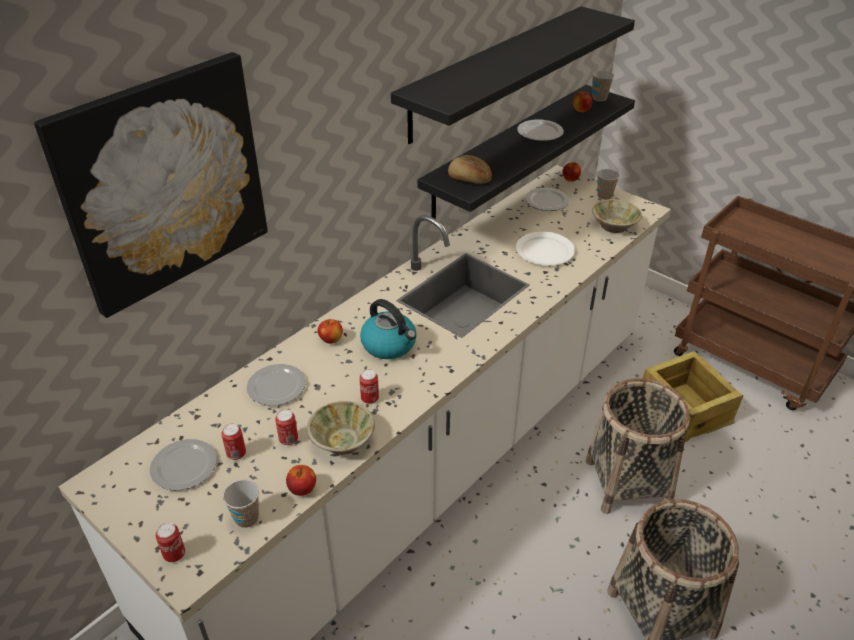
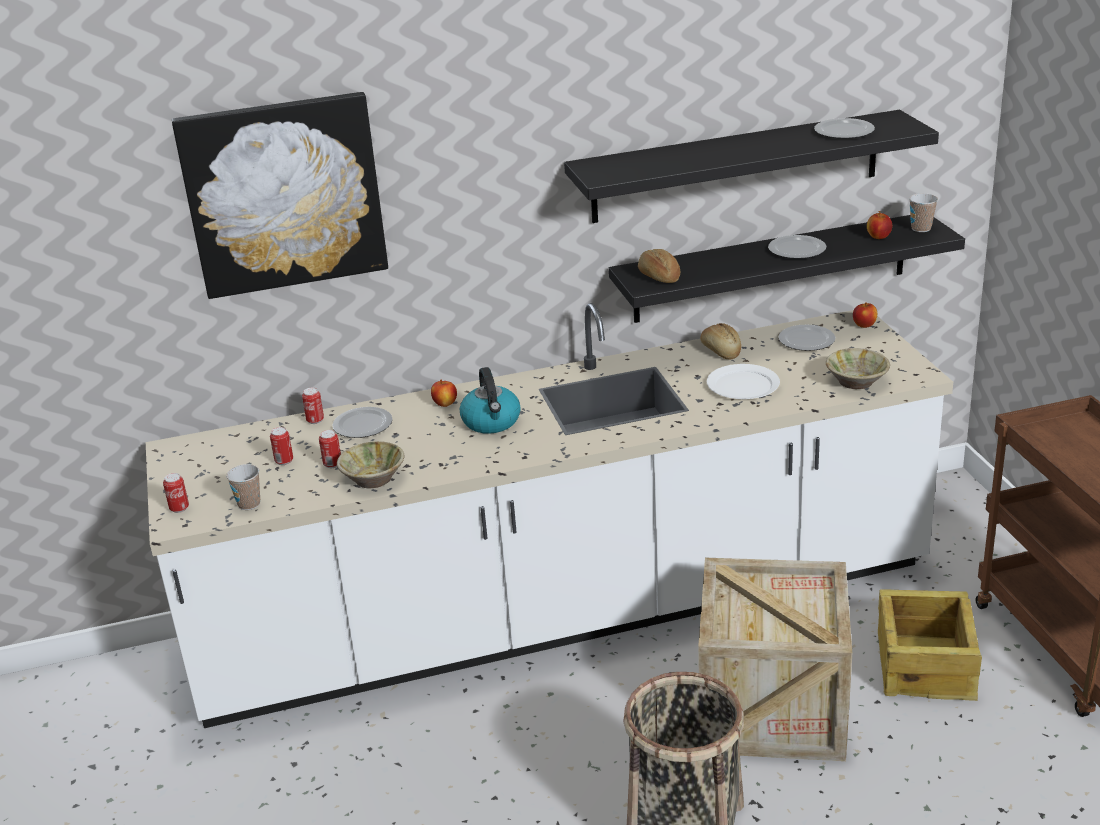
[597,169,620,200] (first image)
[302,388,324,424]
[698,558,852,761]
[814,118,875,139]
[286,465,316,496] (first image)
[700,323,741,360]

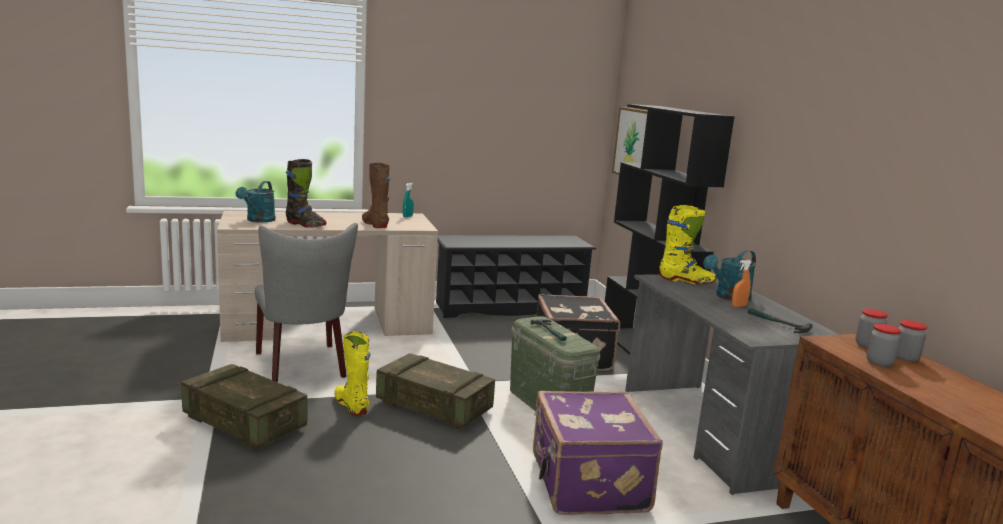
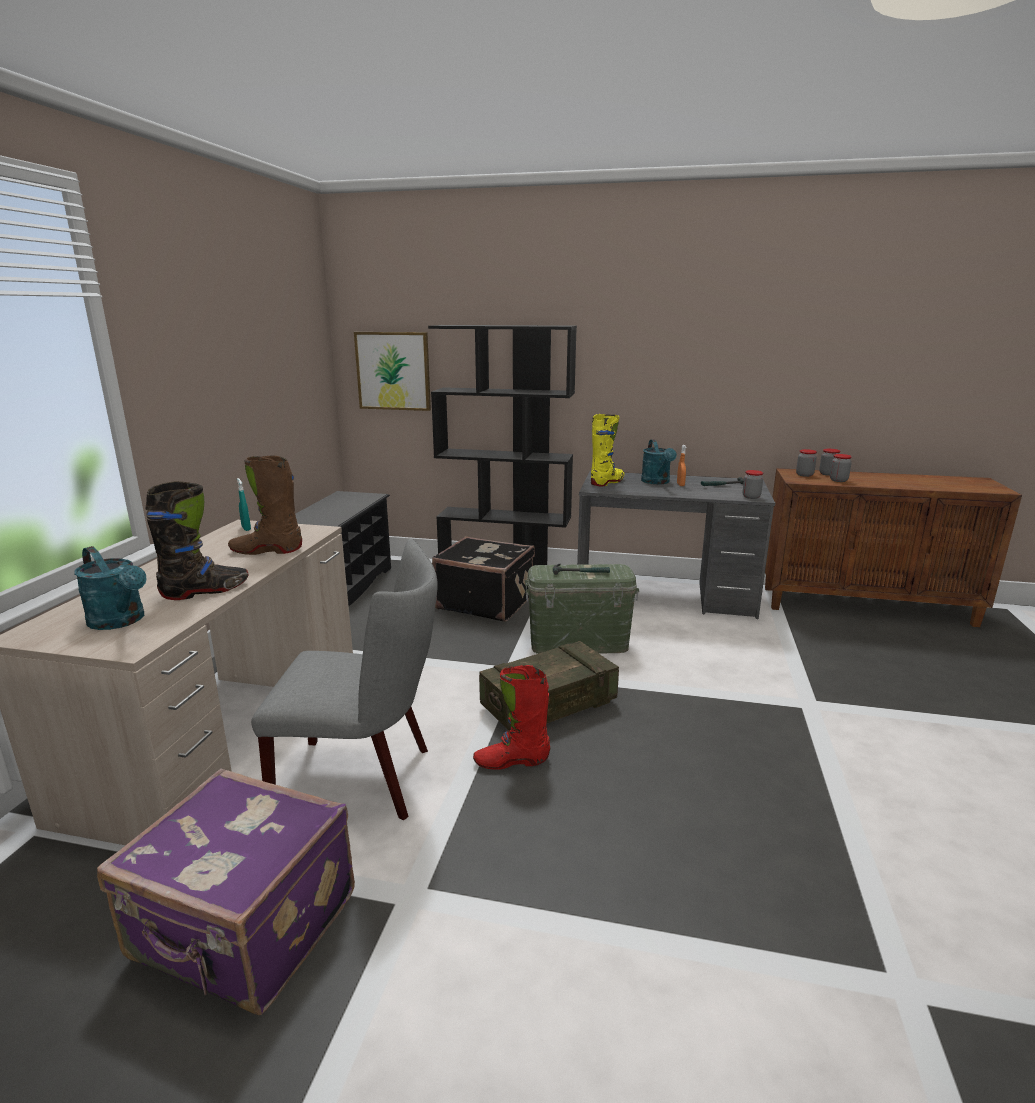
[473,665,550,770]
[181,364,308,449] (first image)
[97,769,355,1015]
[743,470,763,499]

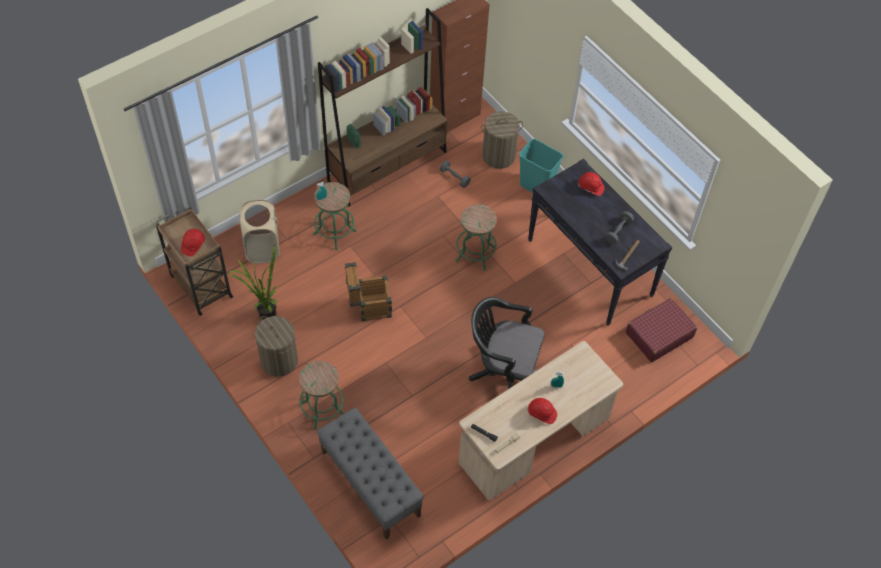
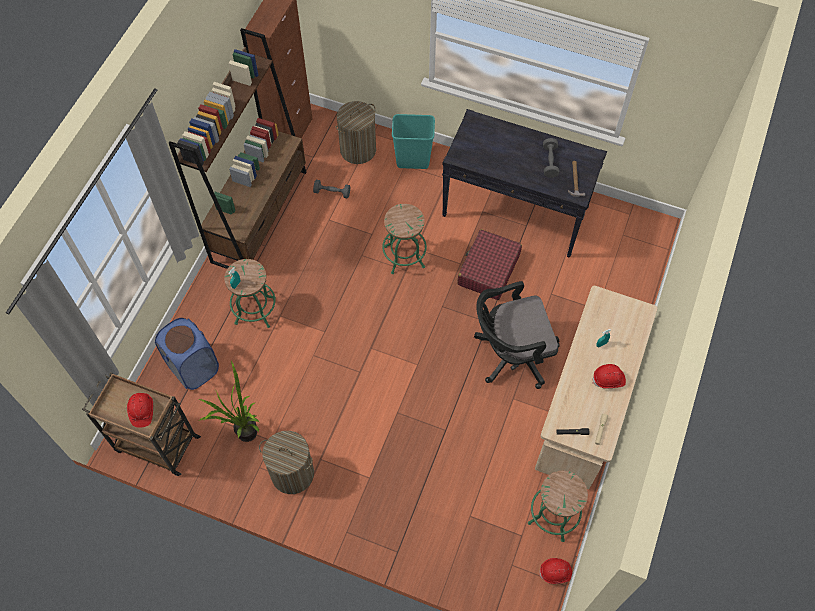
[539,558,572,584]
[155,318,219,390]
[345,262,392,321] (first image)
[457,229,522,300]
[528,471,588,542]
[317,407,424,539] (first image)

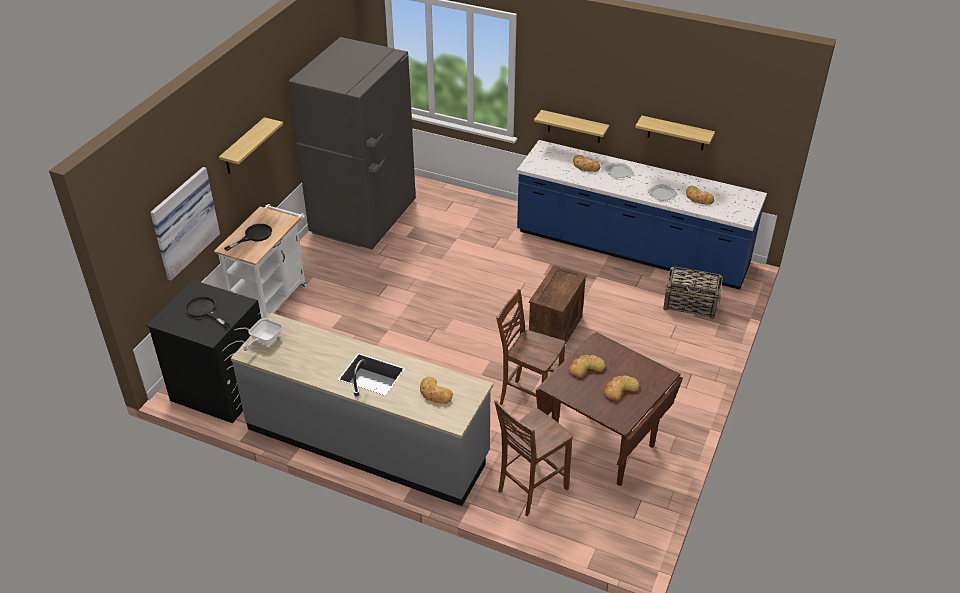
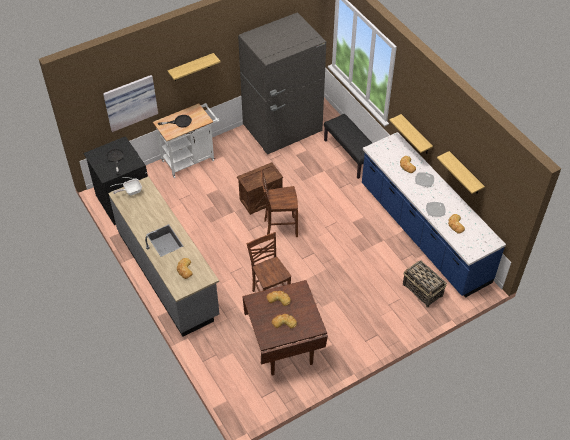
[237,162,283,215]
[261,170,298,237]
[324,114,372,179]

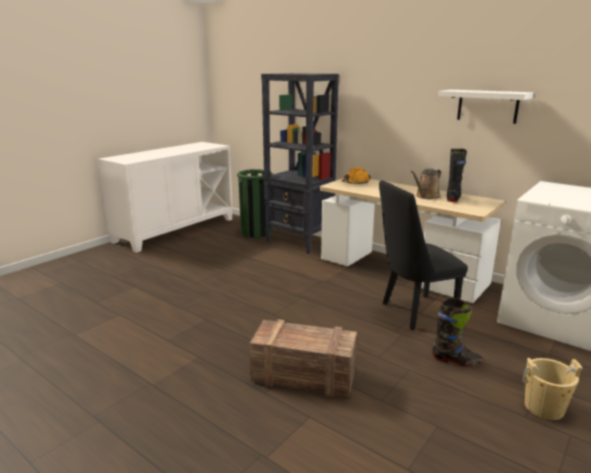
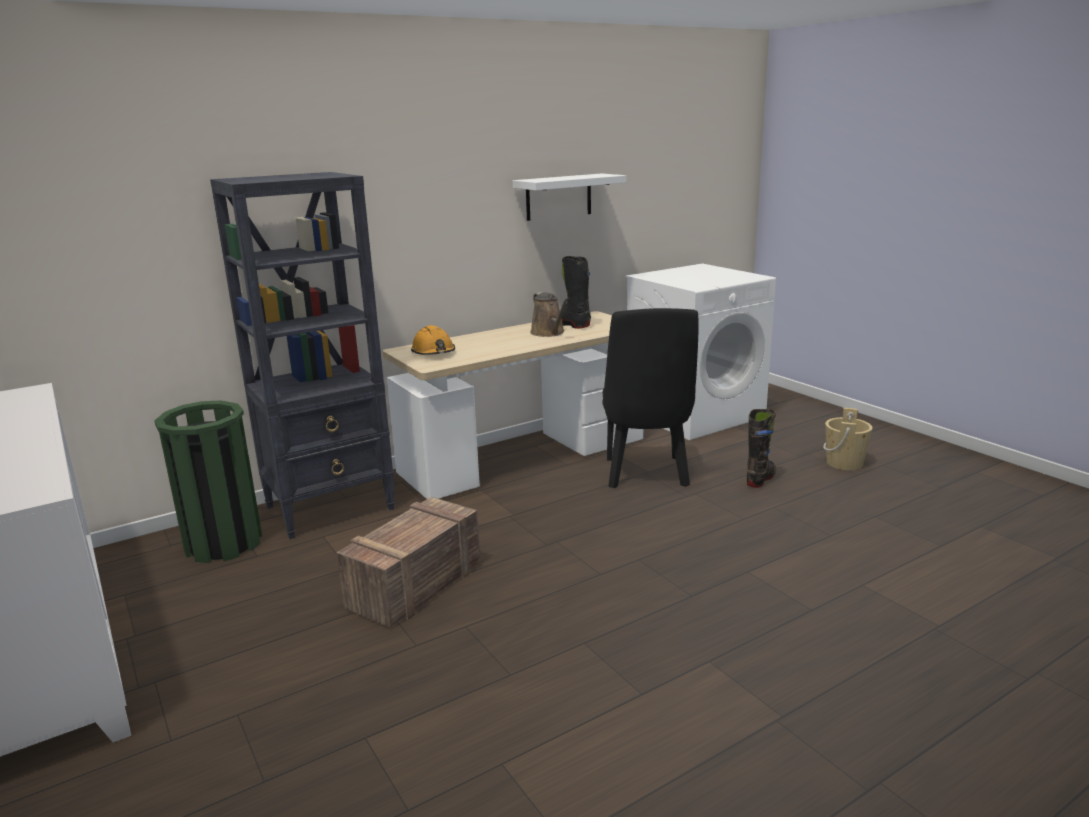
[337,497,481,628]

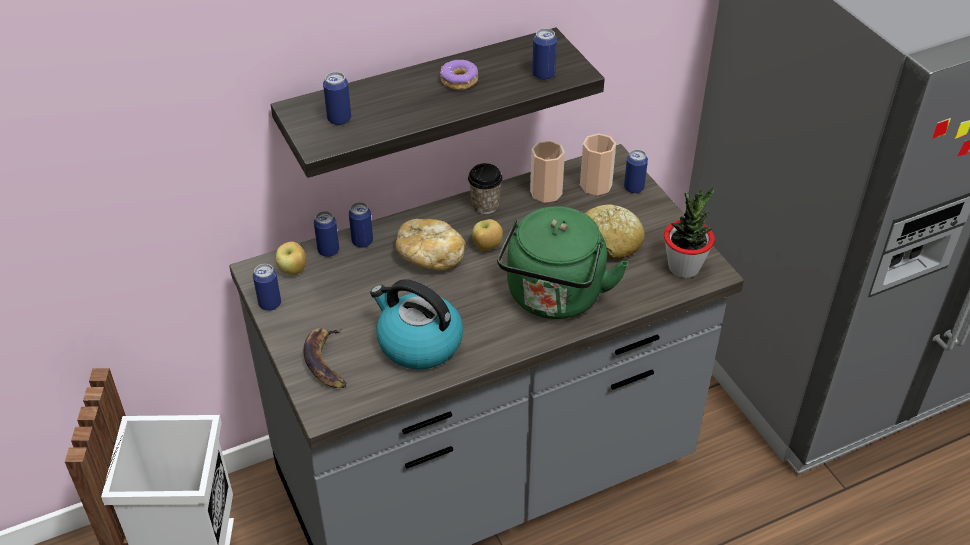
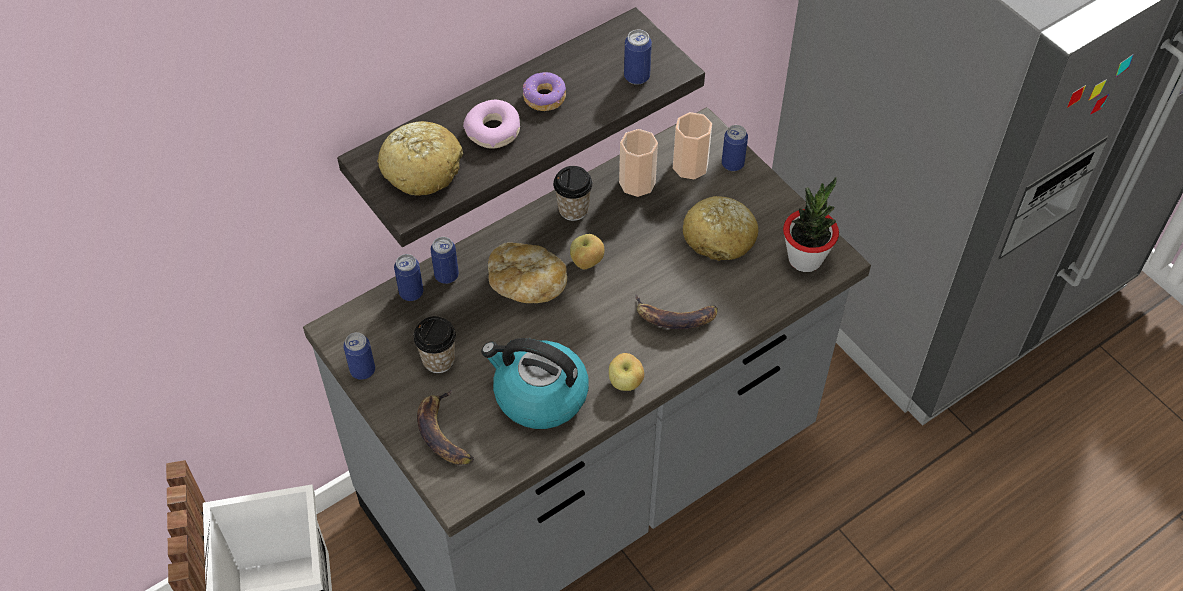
[377,121,463,196]
[635,294,718,329]
[609,353,644,391]
[463,100,520,149]
[413,316,456,373]

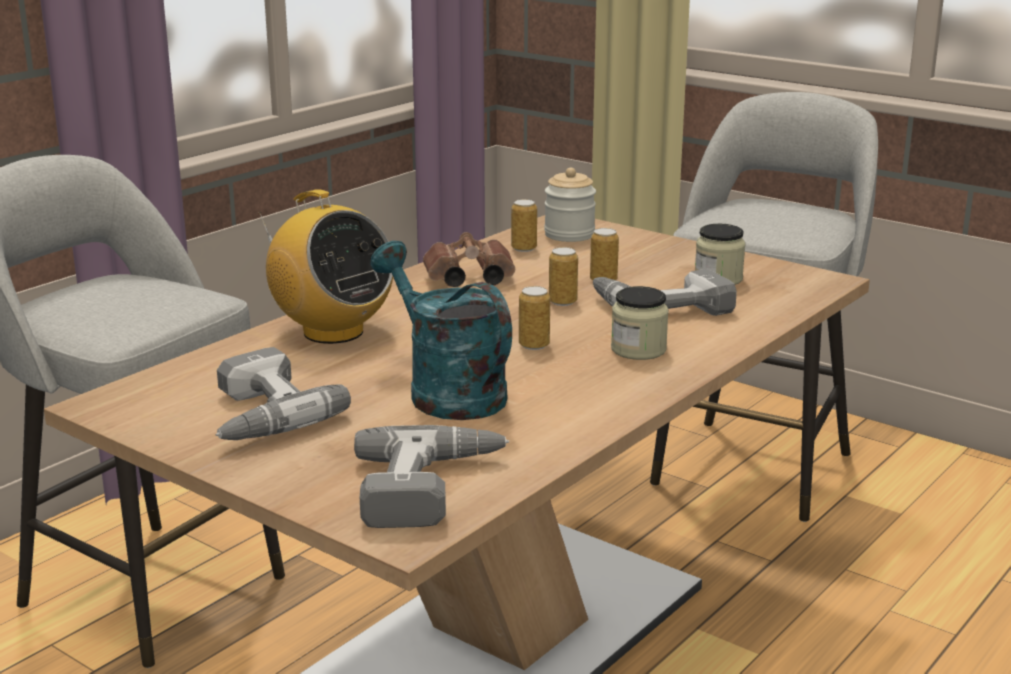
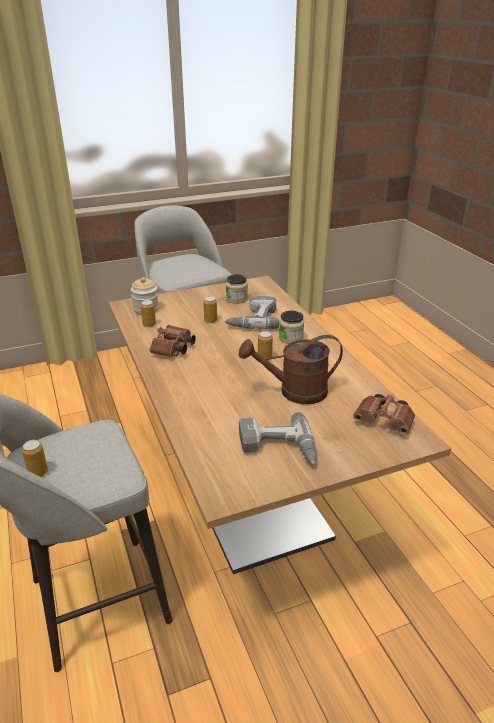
[258,189,393,344] (first image)
[239,335,343,405]
[22,440,48,477]
[353,394,415,435]

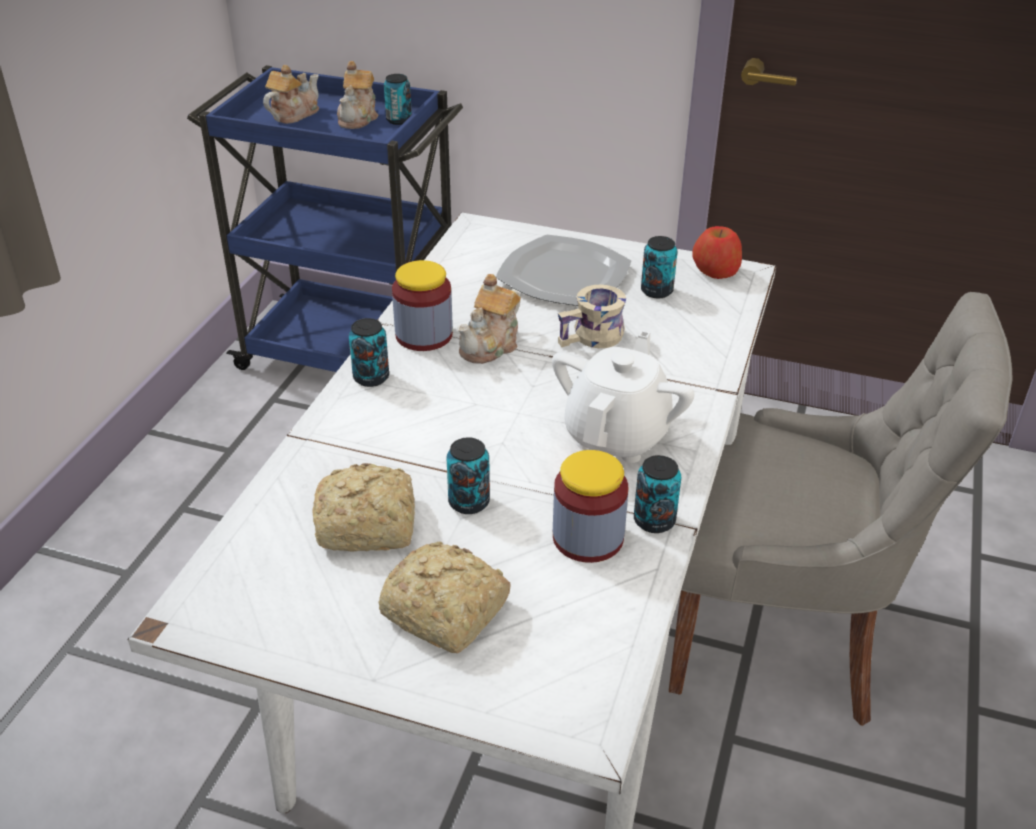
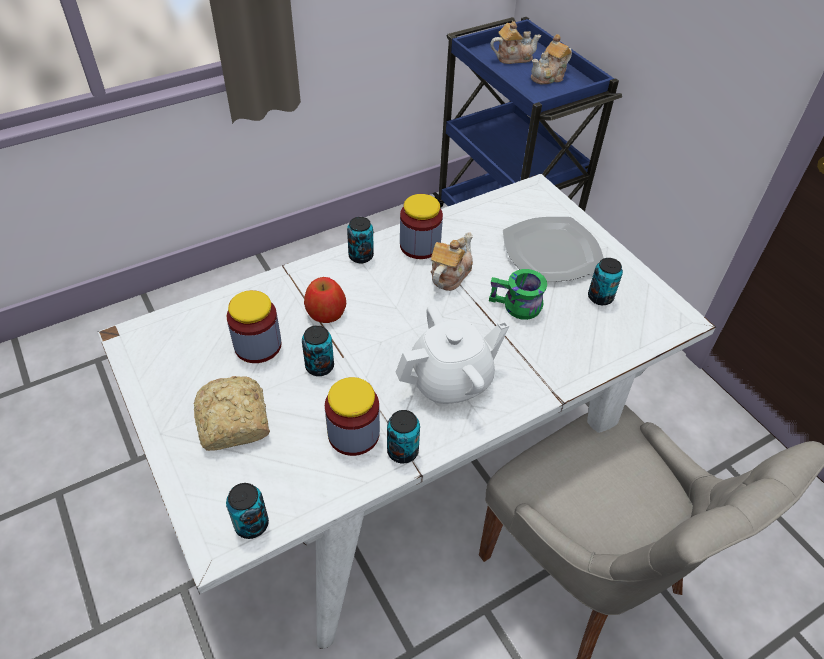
[226,483,269,539]
[304,277,346,323]
[431,233,473,291]
[489,269,547,320]
[227,290,282,363]

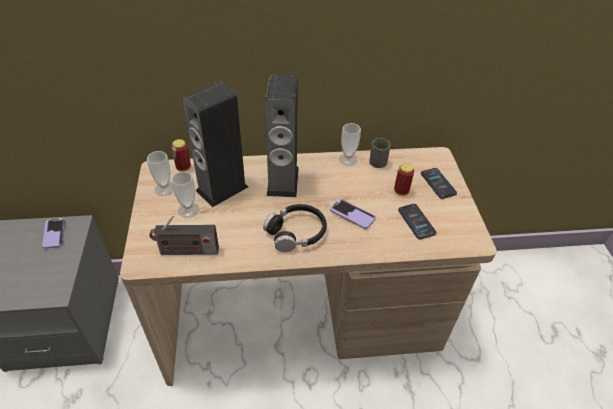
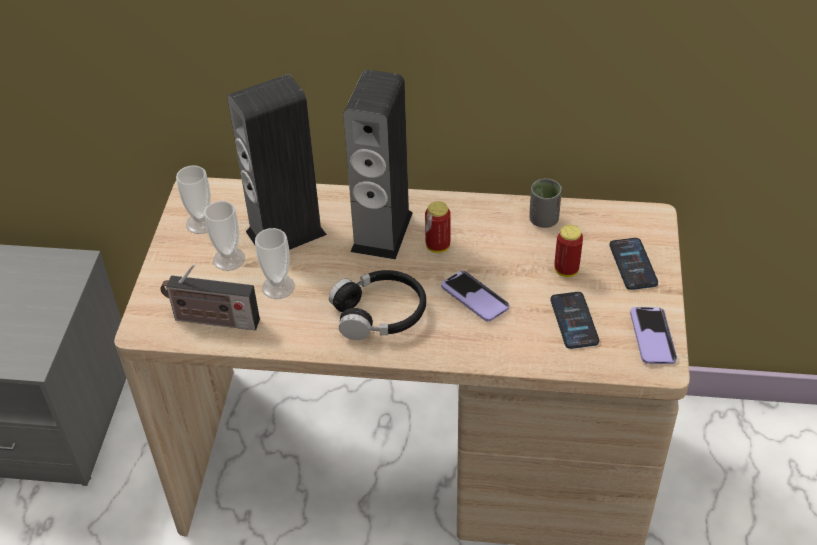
[255,228,295,299]
[425,201,451,253]
[630,307,677,364]

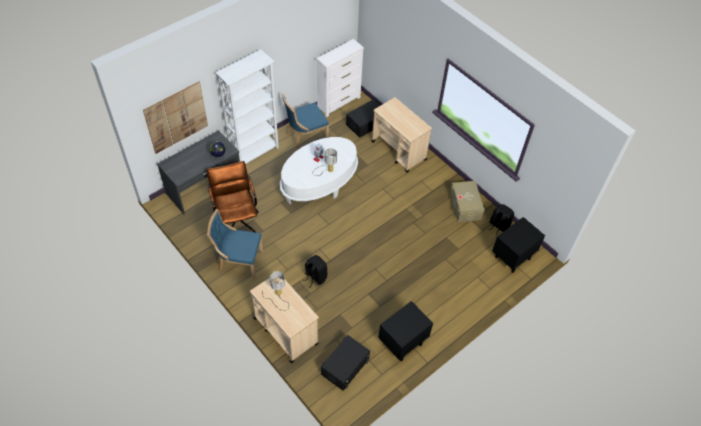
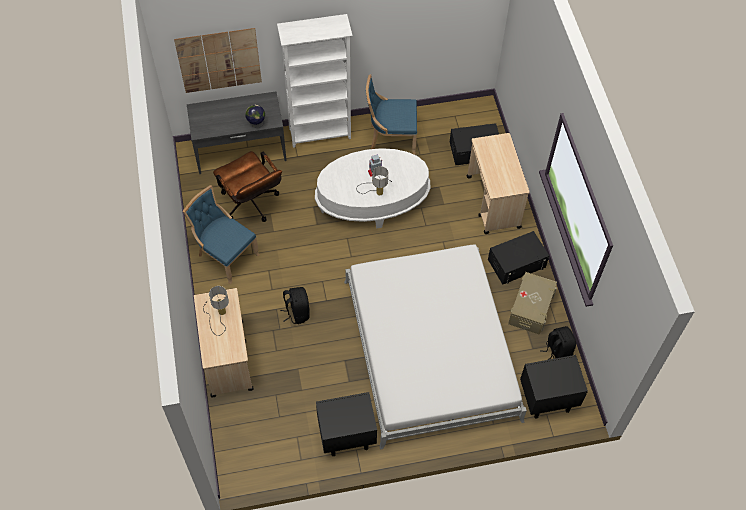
[317,39,364,117] (first image)
[213,151,282,222]
[488,231,549,285]
[344,244,527,450]

